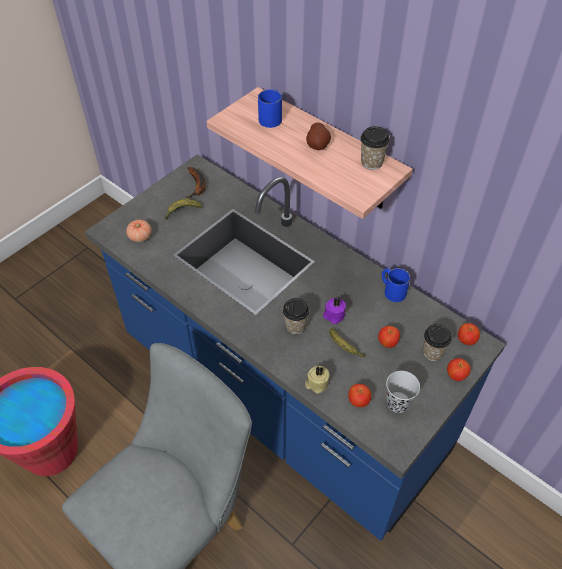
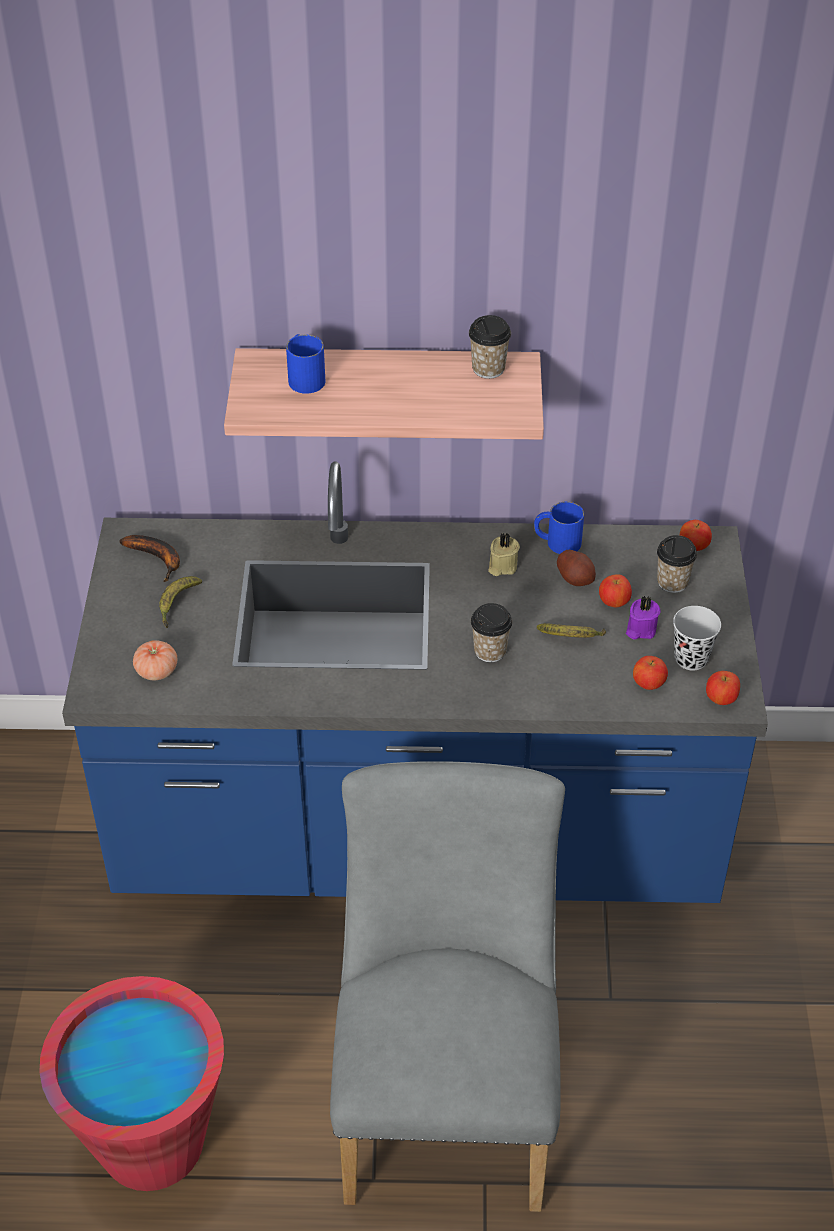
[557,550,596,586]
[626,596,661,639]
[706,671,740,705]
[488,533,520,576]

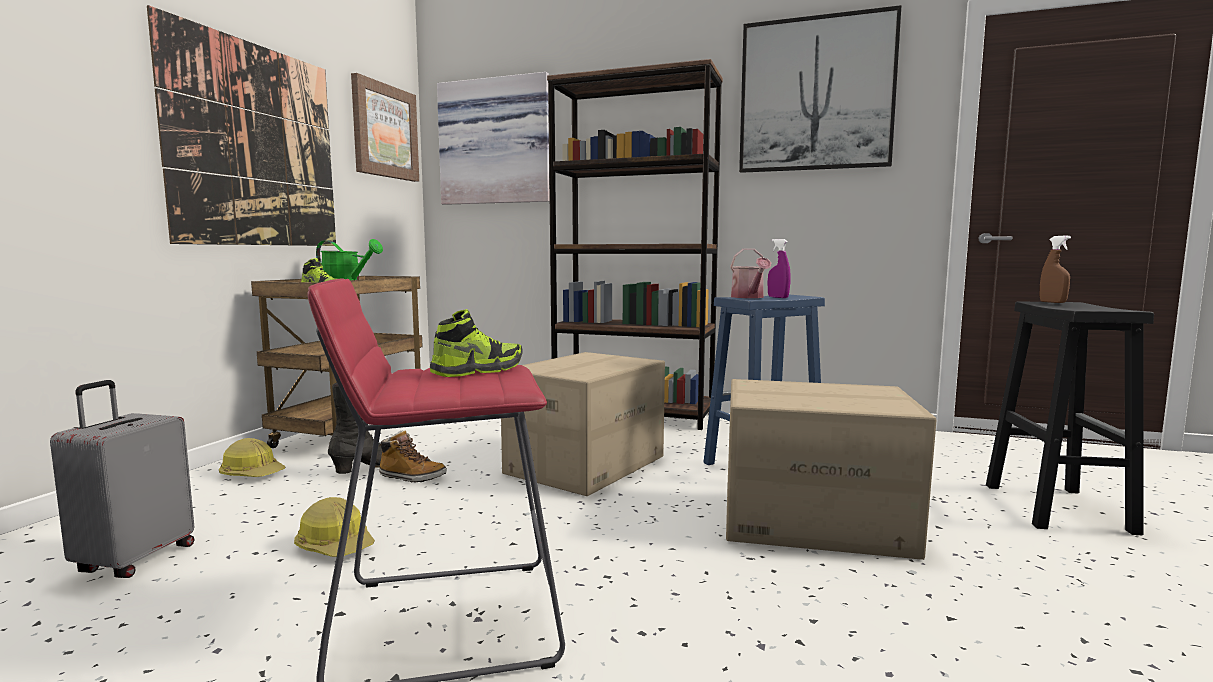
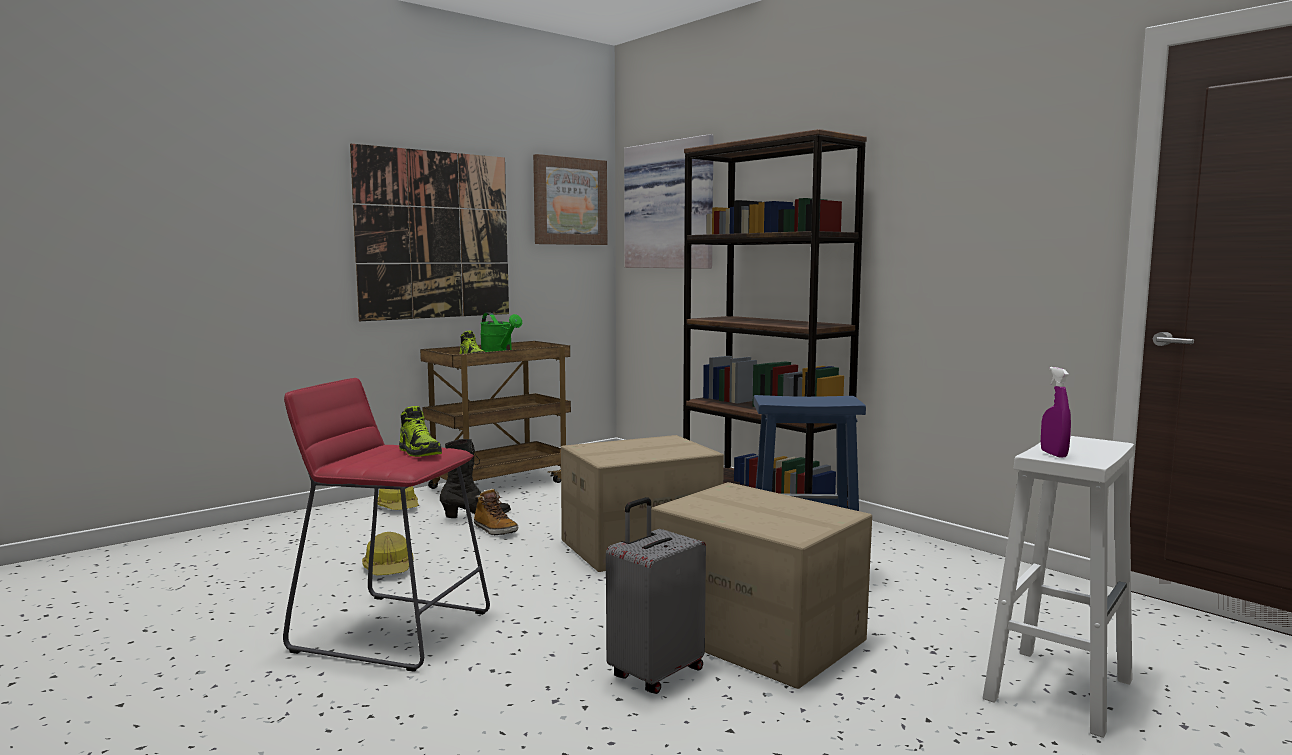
[739,5,902,173] (first image)
[1040,235,1071,303] (first image)
[1041,367,1071,458]
[730,249,771,298] (first image)
[983,436,1134,738]
[399,406,442,457]
[606,497,706,694]

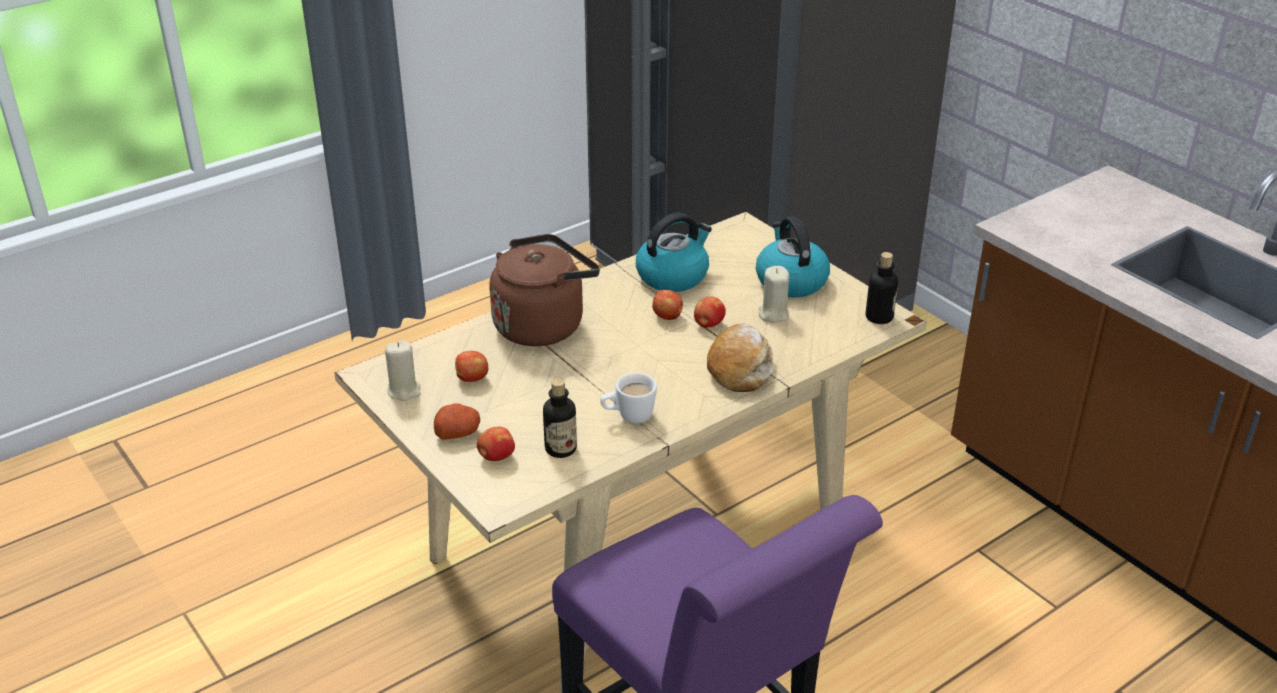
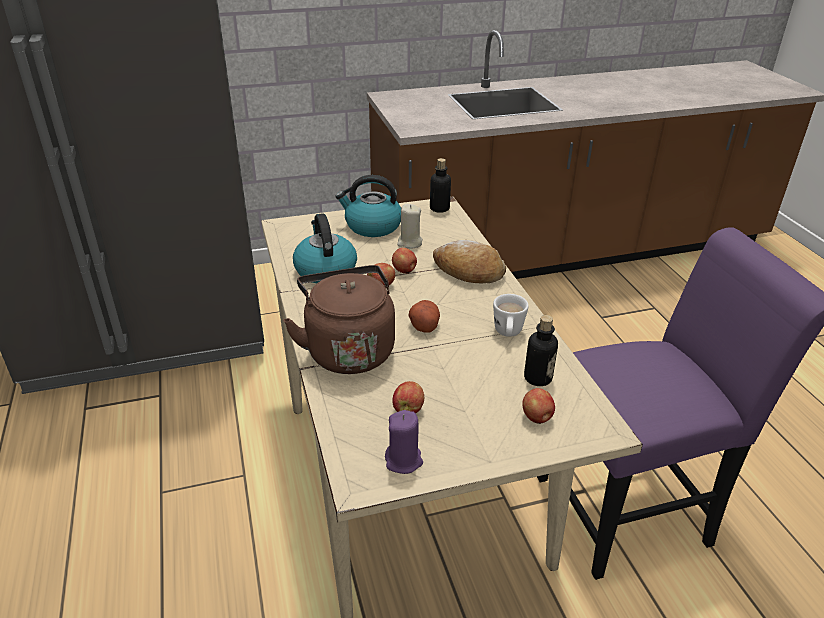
[385,410,423,474]
[408,300,440,333]

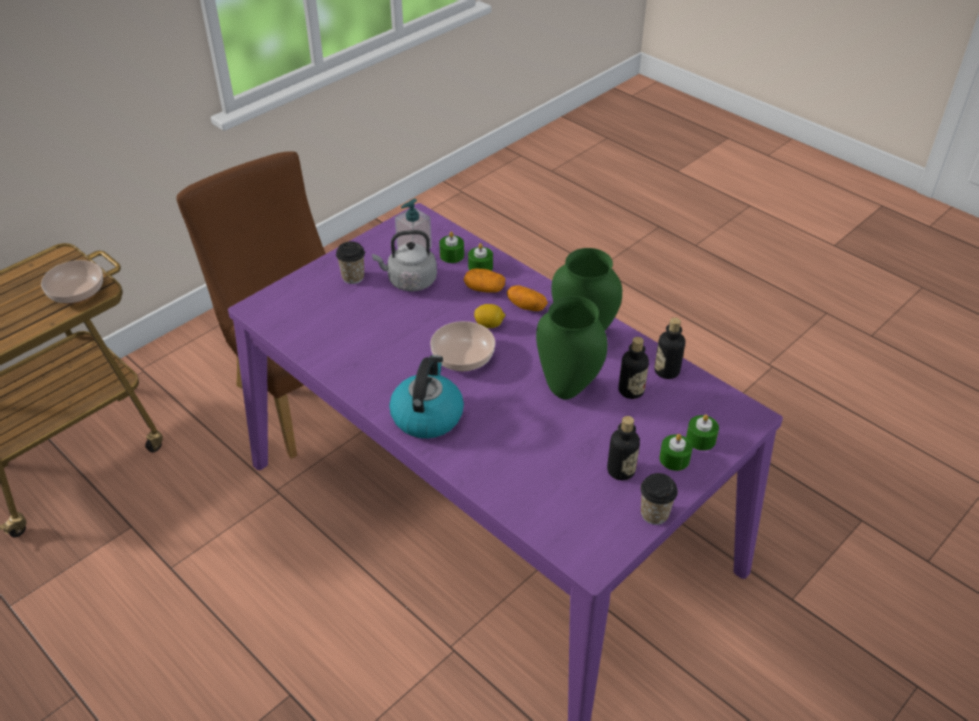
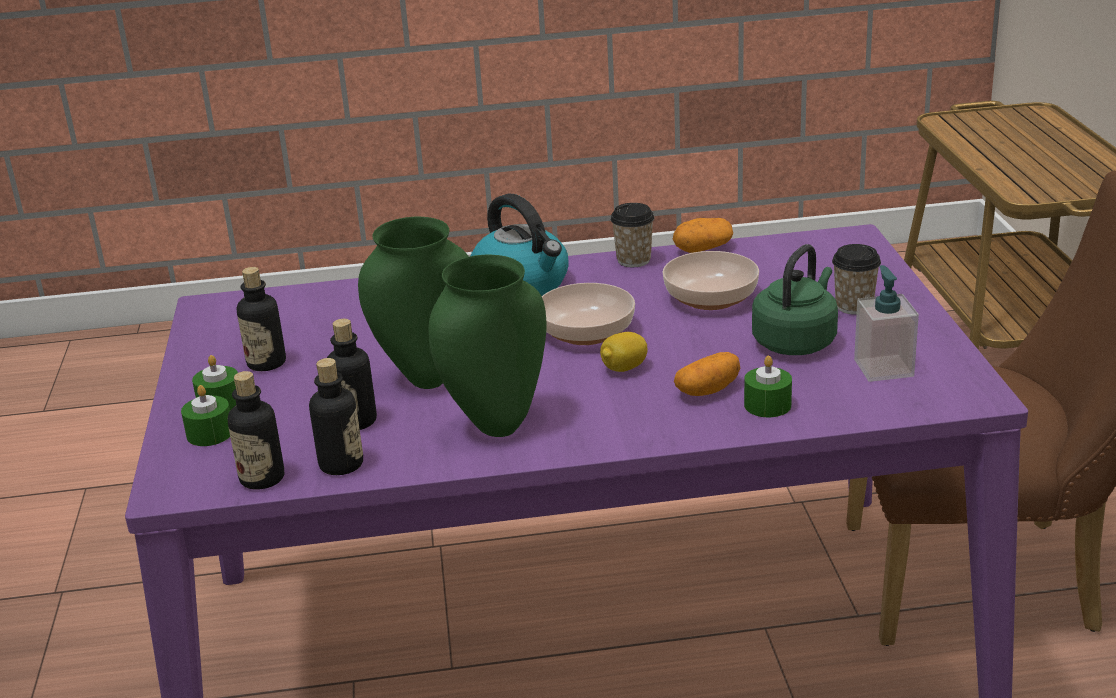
[752,244,838,355]
[439,232,464,263] (first image)
[662,251,759,310]
[673,218,733,253]
[611,203,655,267]
[228,371,284,489]

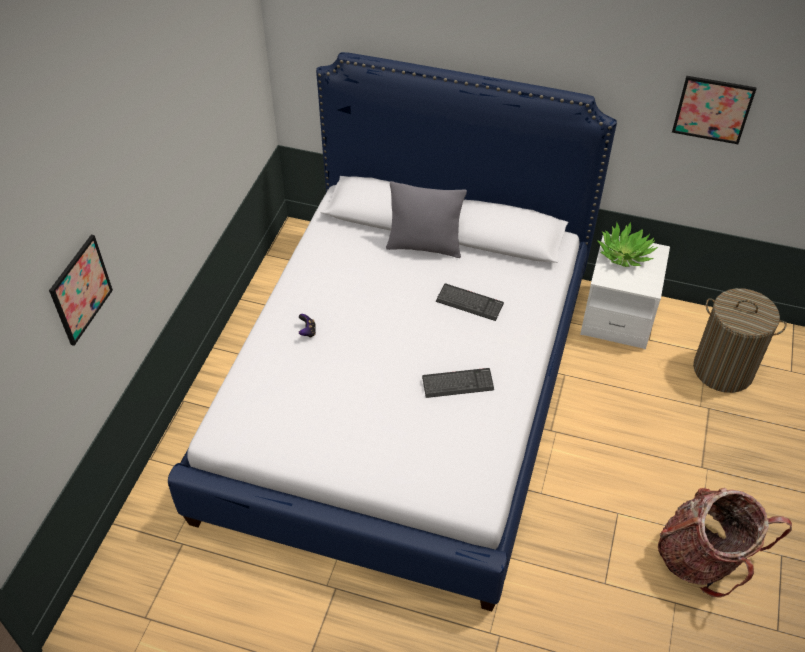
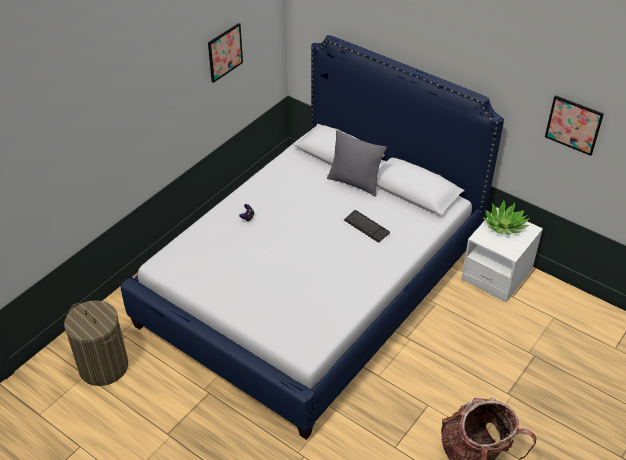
[208,23,243,83]
[64,300,128,386]
[422,368,494,398] (first image)

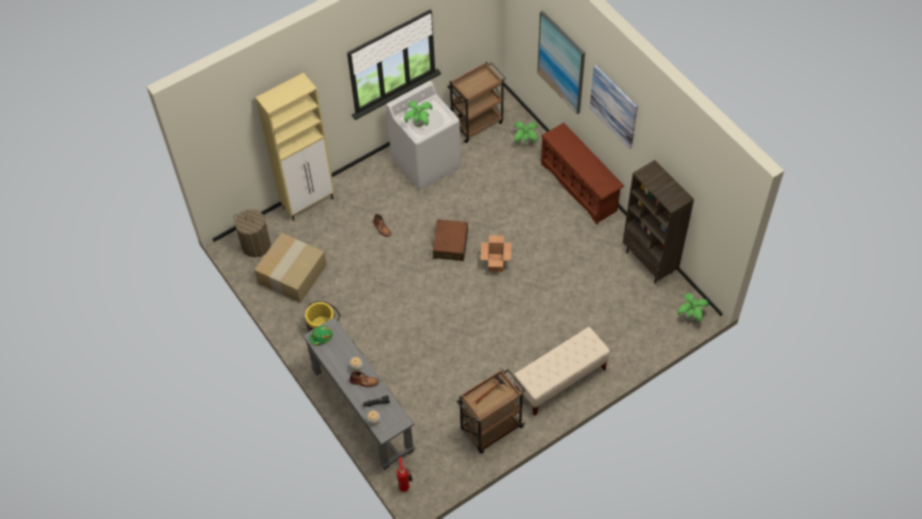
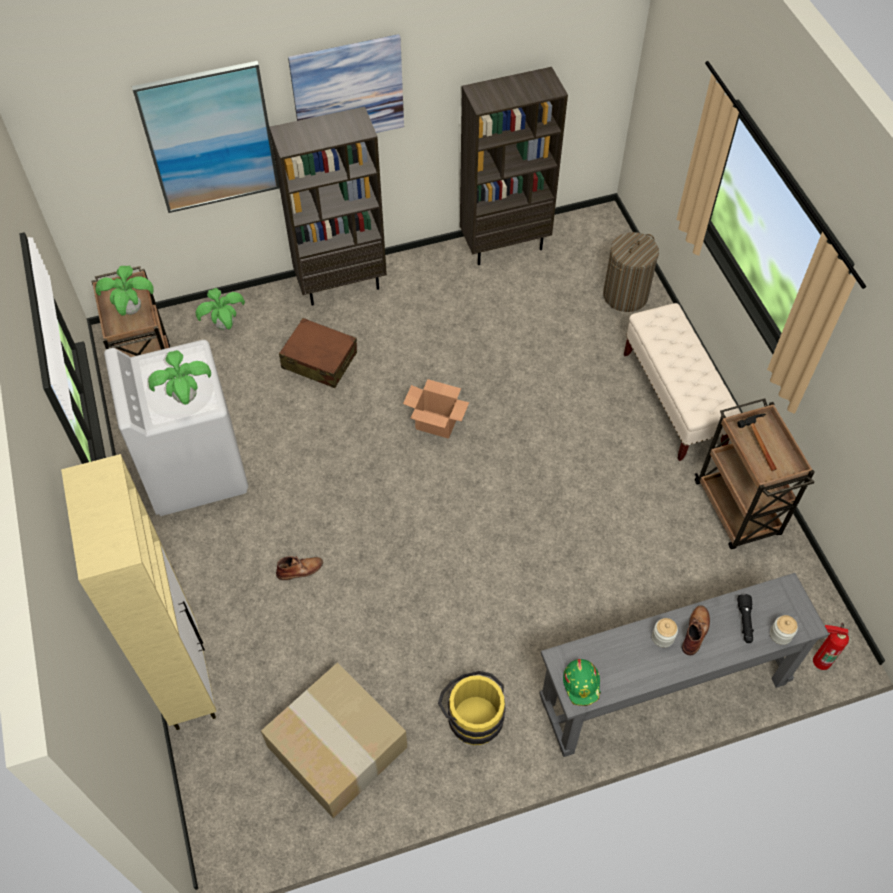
[269,106,387,306]
[603,232,659,312]
[279,318,357,388]
[95,266,153,316]

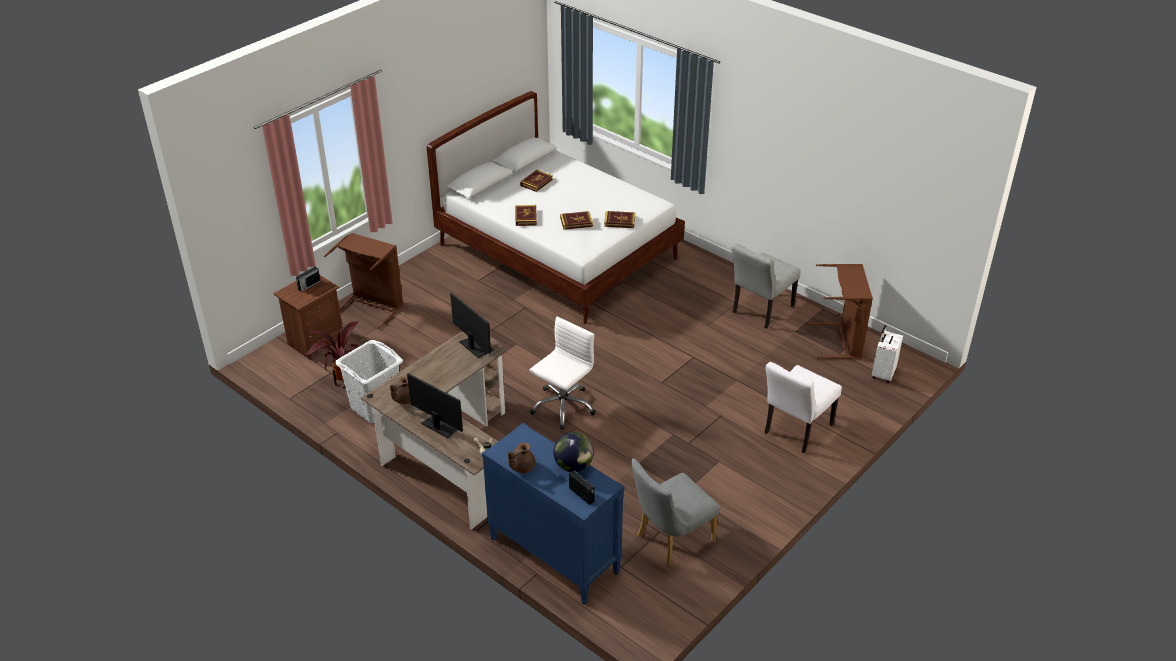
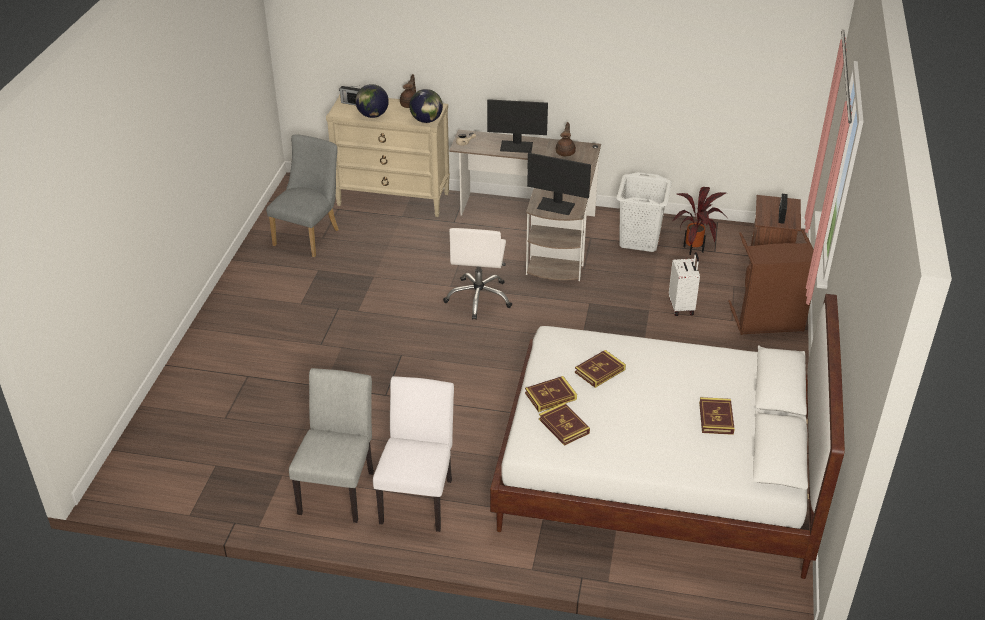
[539,403,590,446]
[807,264,873,359] (first image)
[669,252,700,316]
[373,376,454,532]
[326,95,450,217]
[409,89,443,123]

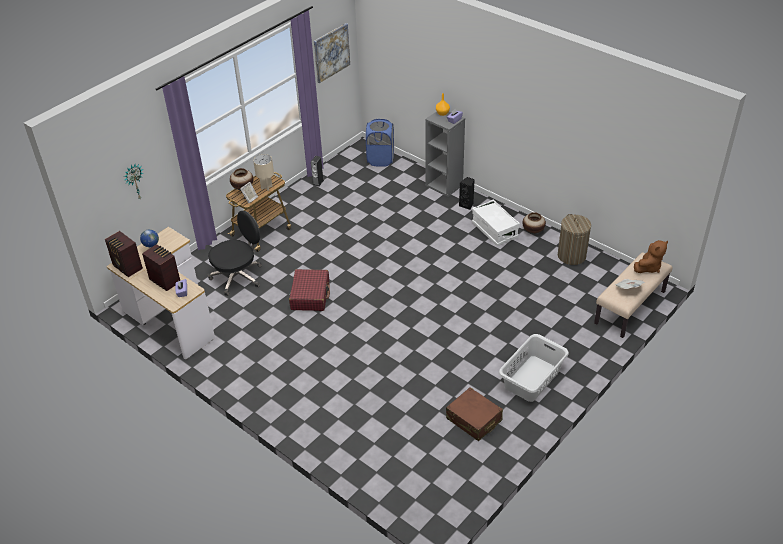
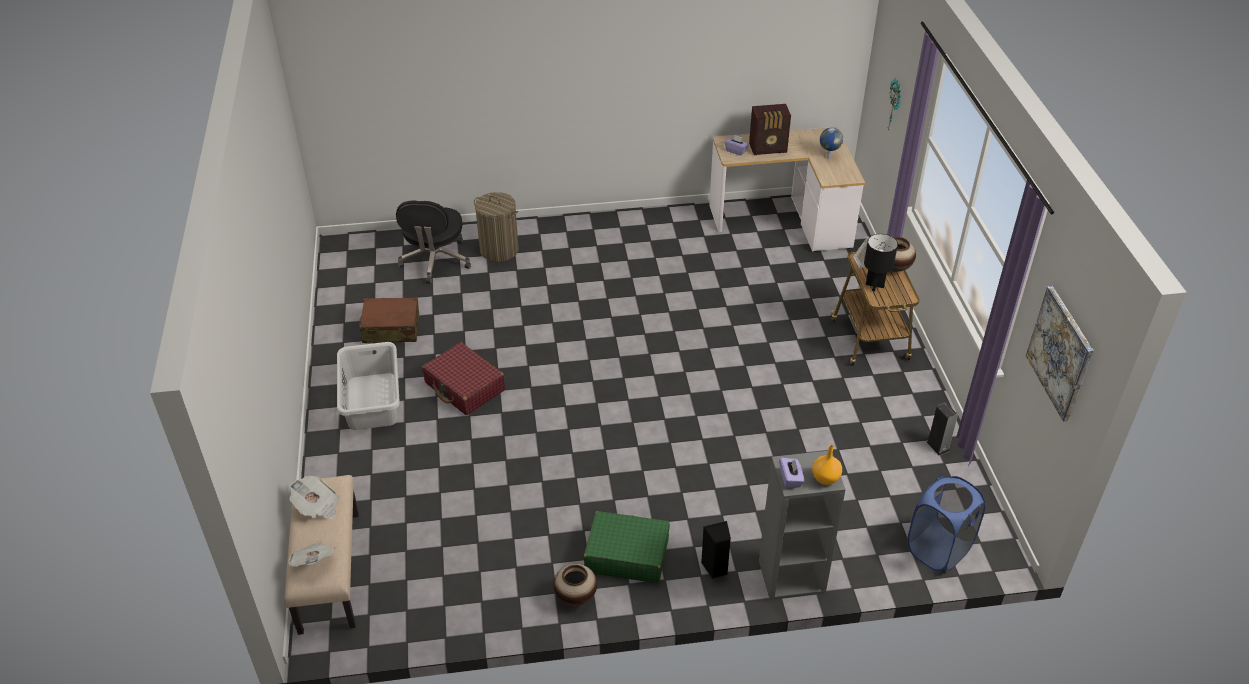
[864,234,898,291]
[584,511,670,583]
[396,201,471,284]
[474,192,519,262]
[105,231,143,277] (first image)
[288,541,336,567]
[422,342,505,415]

